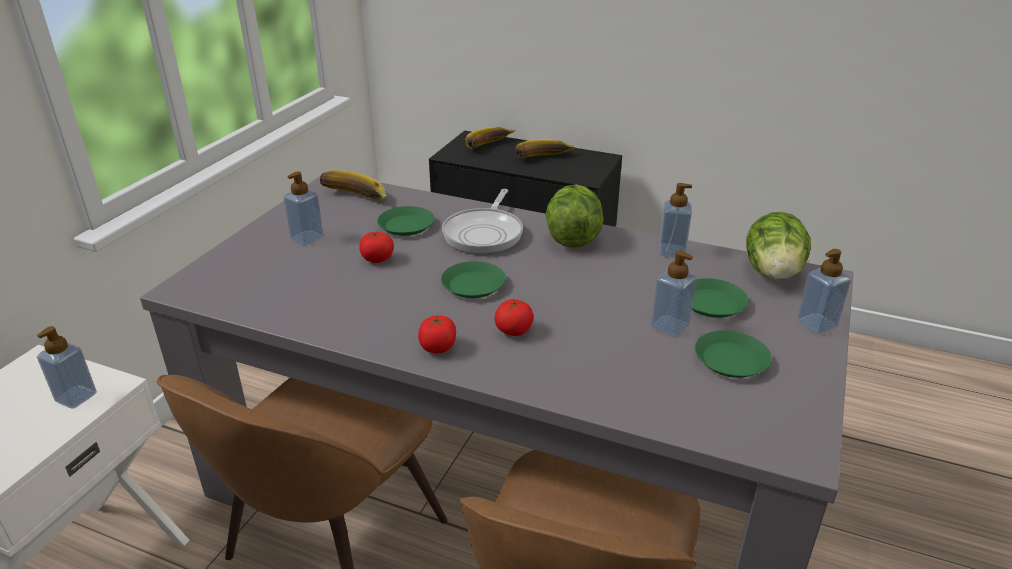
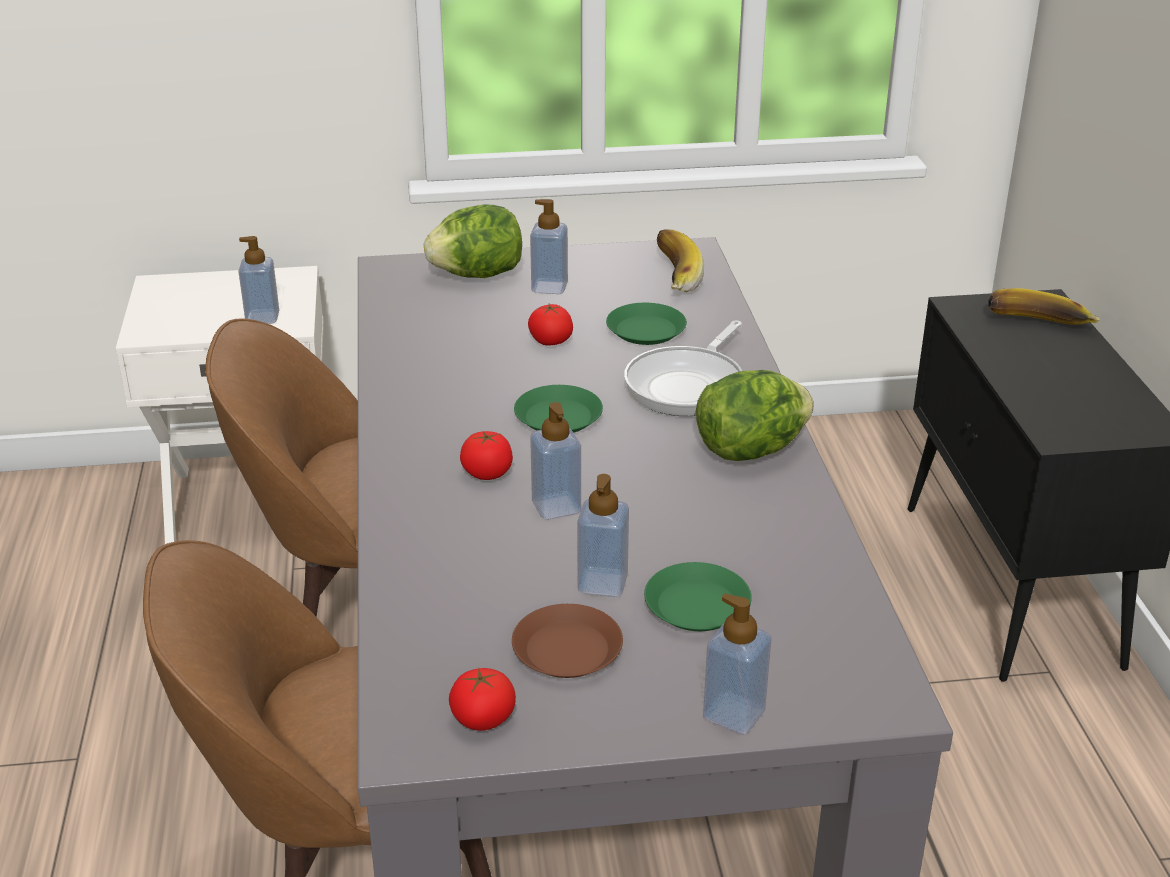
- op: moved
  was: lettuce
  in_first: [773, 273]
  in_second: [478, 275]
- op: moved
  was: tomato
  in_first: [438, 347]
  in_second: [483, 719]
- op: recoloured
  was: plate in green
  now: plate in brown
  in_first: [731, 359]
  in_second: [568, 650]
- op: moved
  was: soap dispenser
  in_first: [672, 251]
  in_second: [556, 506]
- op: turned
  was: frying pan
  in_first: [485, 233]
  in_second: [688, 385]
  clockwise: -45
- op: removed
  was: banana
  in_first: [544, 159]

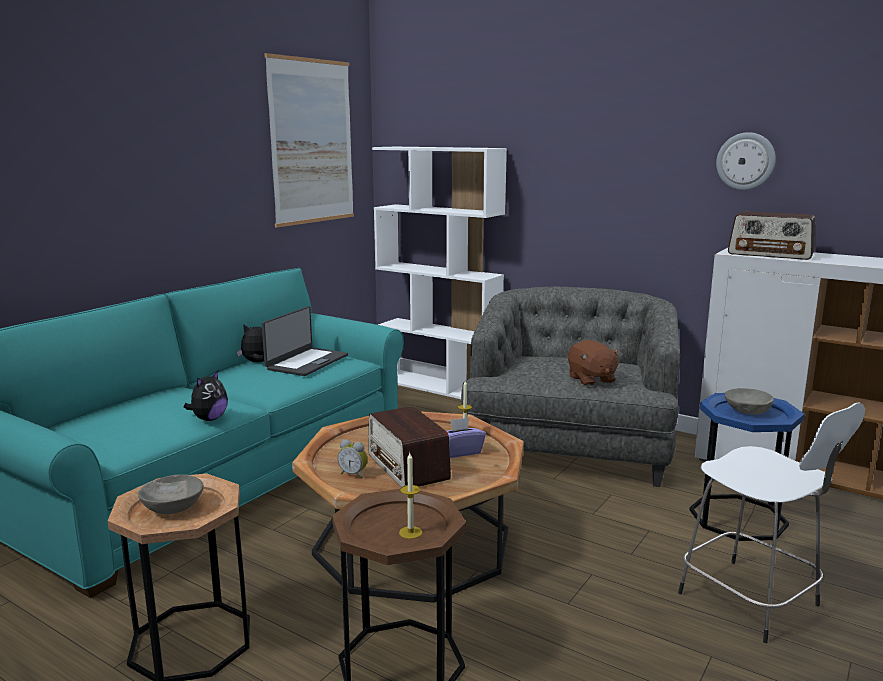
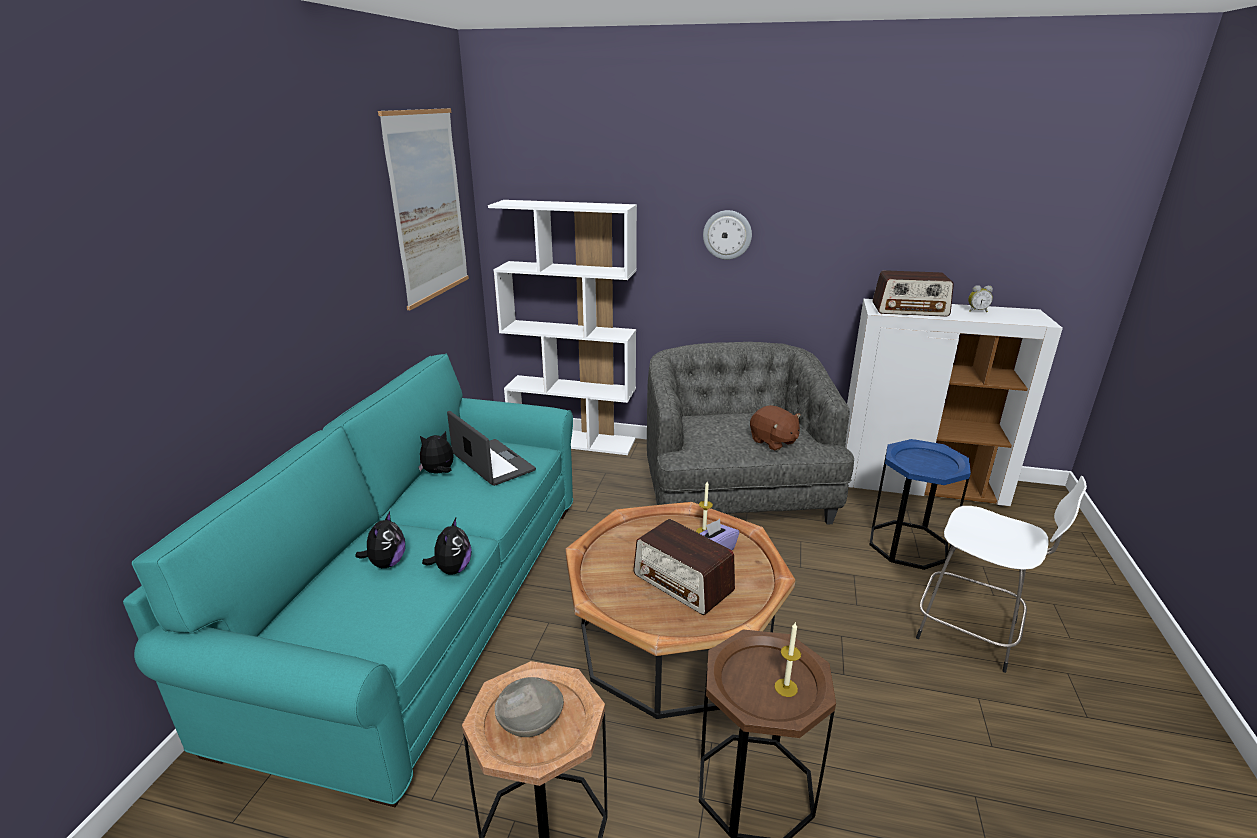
- op: added
  now: plush toy
  in_second: [386, 563]
- op: turned
  was: laptop
  in_first: [306, 362]
  in_second: [492, 463]
  clockwise: -45
- op: moved
  was: wall clock
  in_first: [745, 161]
  in_second: [727, 234]
- op: moved
  was: alarm clock
  in_first: [354, 474]
  in_second: [976, 311]
- op: removed
  was: bowl in grey
  in_first: [747, 411]

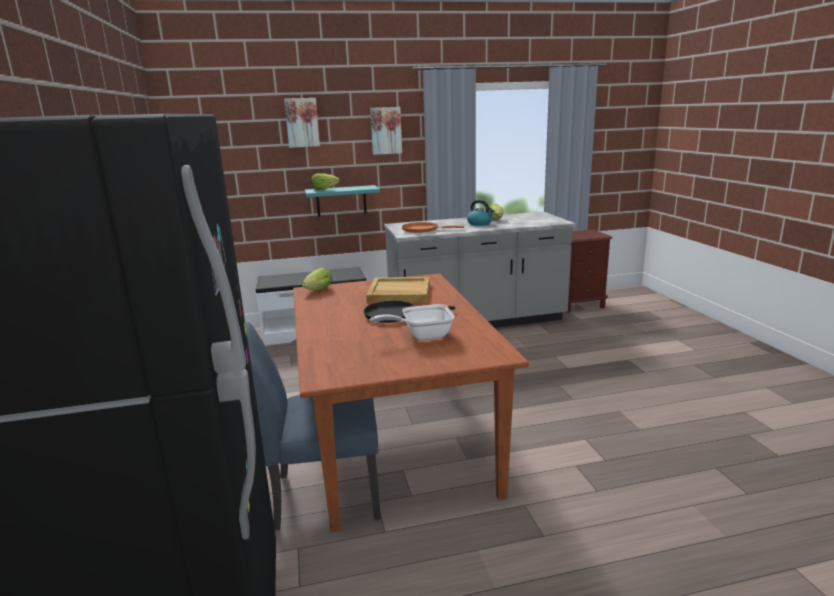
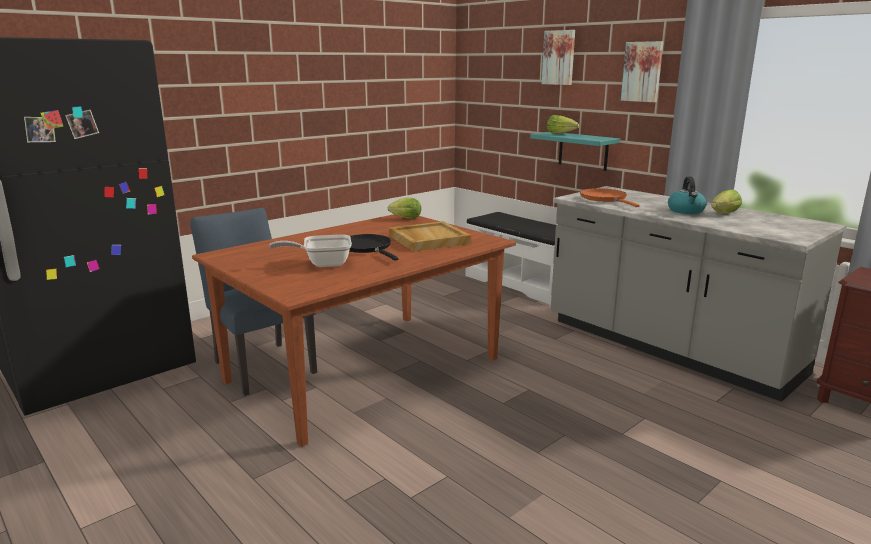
- op: turned
  was: frying pan
  in_first: [422, 335]
  in_second: [322, 264]
  clockwise: -60

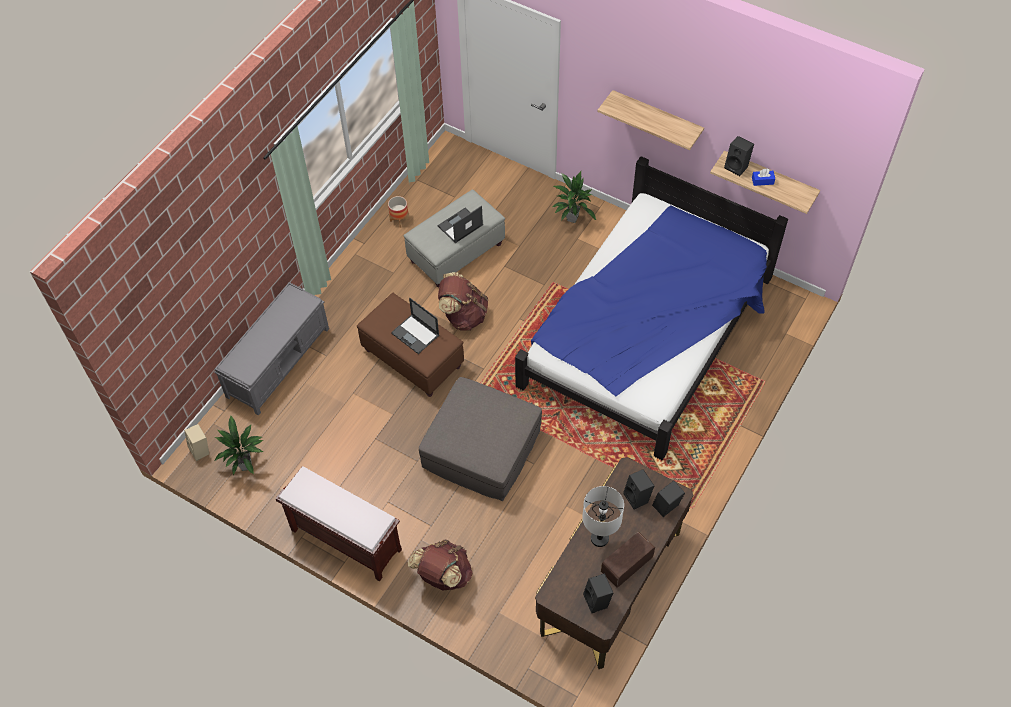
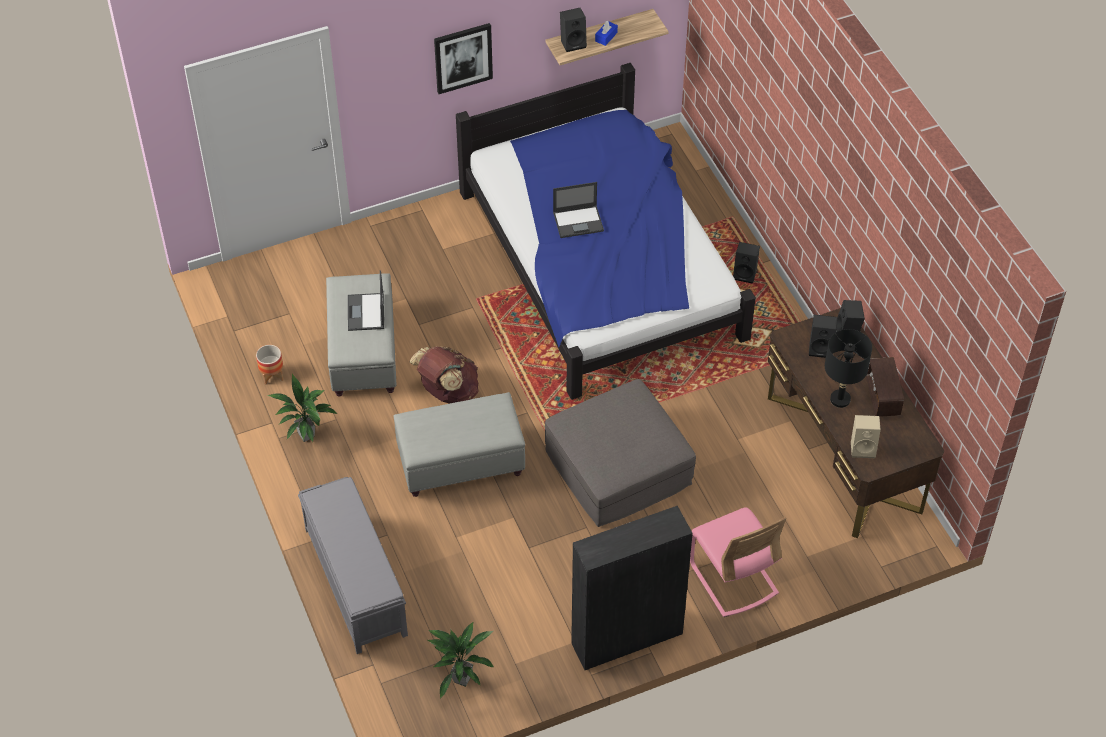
- op: moved
  was: potted plant
  in_first: [572, 219]
  in_second: [306, 436]
- op: recoloured
  was: ottoman in brown
  now: ottoman in grey
  in_first: [413, 359]
  in_second: [461, 462]
- op: replaced
  was: shelf
  now: picture
  in_first: [656, 117]
  in_second: [463, 57]
- op: moved
  was: laptop
  in_first: [416, 334]
  in_second: [579, 221]
- op: replaced
  was: bench in brown
  now: cabinet in black
  in_first: [345, 540]
  in_second: [626, 638]
- op: replaced
  was: backpack in brown
  now: chair in pink
  in_first: [443, 576]
  in_second: [733, 578]
- op: moved
  was: speaker in black
  in_first: [598, 601]
  in_second: [745, 274]
- op: recoloured
  was: table lamp in white
  now: table lamp in black
  in_first: [599, 538]
  in_second: [840, 399]
- op: moved
  was: speaker in beige
  in_first: [201, 450]
  in_second: [863, 448]

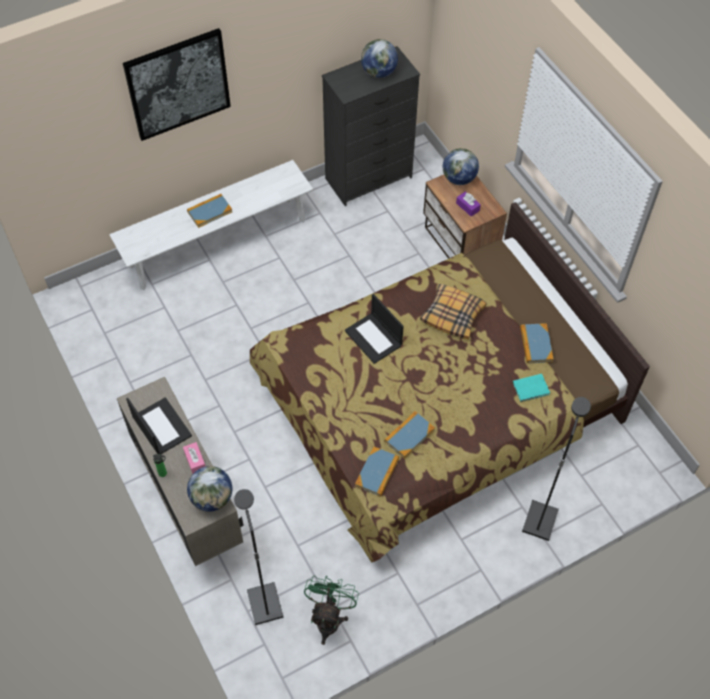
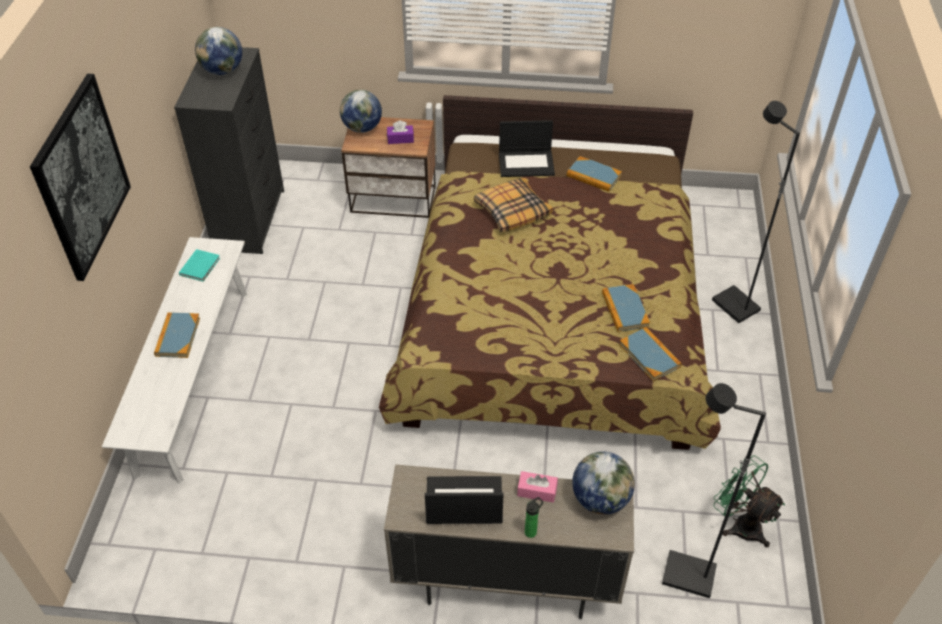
- op: moved
  was: book in turquoise
  in_first: [532, 389]
  in_second: [201, 266]
- op: moved
  was: laptop
  in_first: [374, 338]
  in_second: [527, 163]

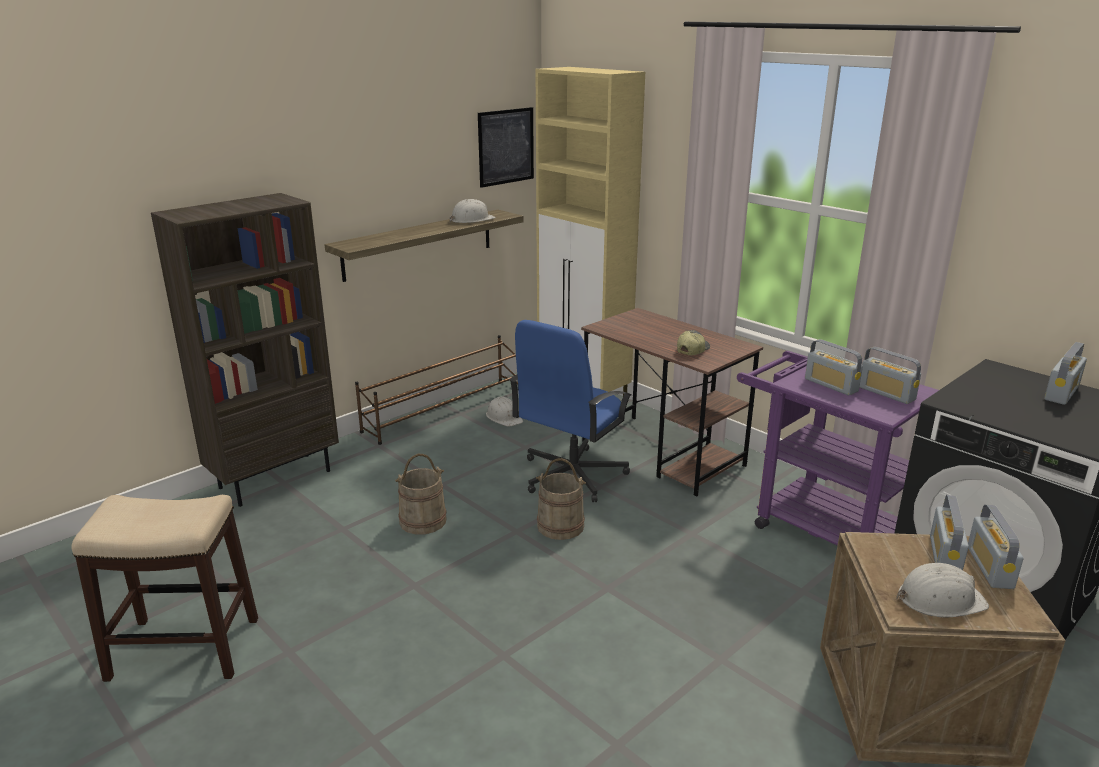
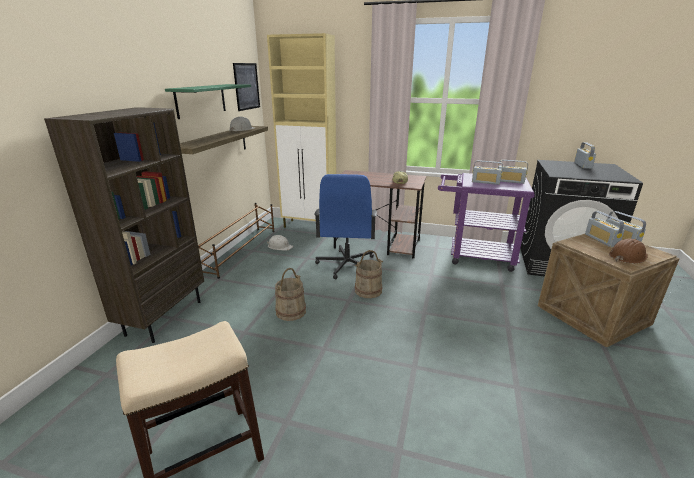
- op: added
  now: shelf in green
  in_second: [201, 100]
- op: recoloured
  was: hard hat in white
  now: hard hat in brown
  in_first: [939, 599]
  in_second: [627, 256]

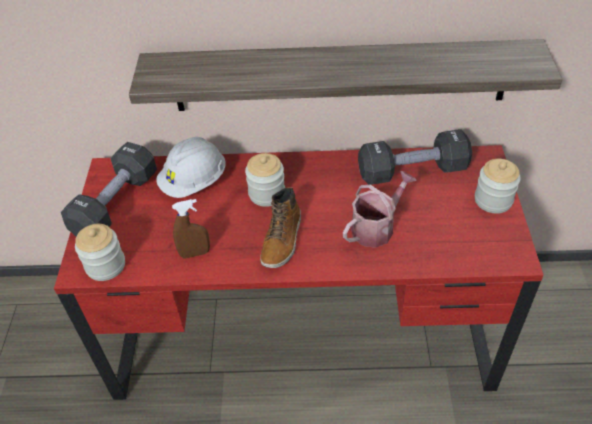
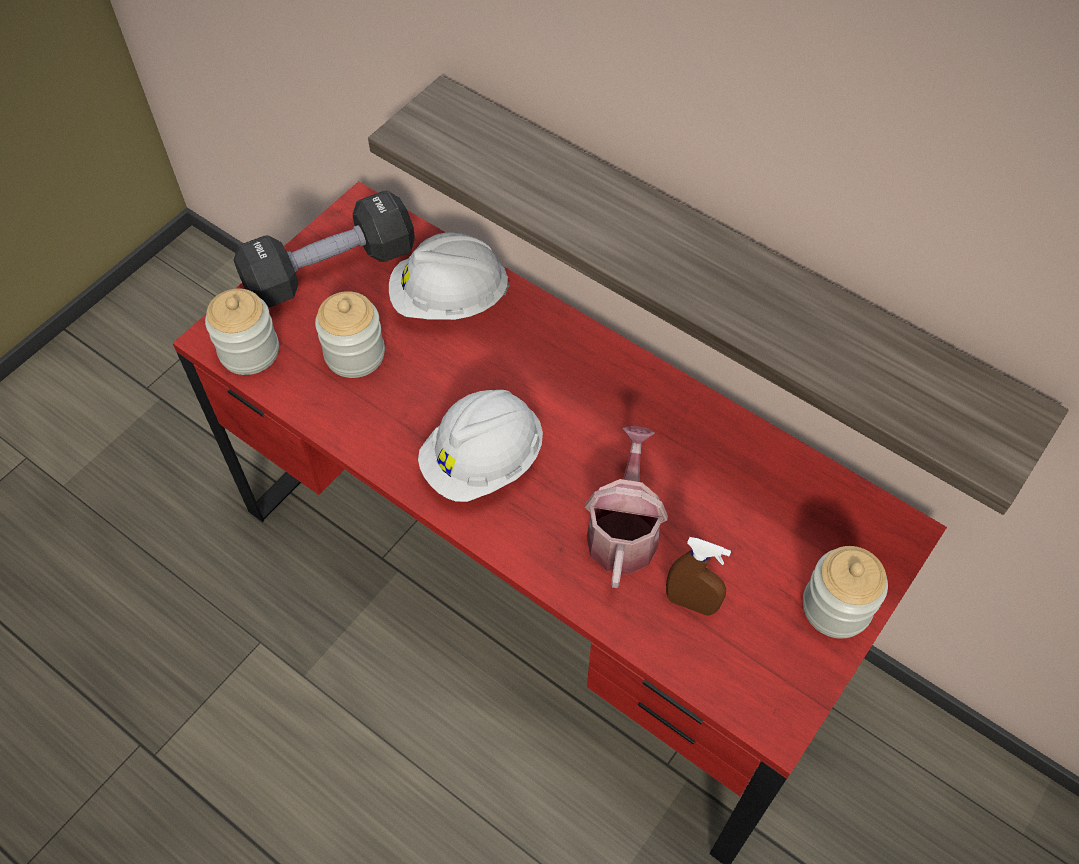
- op: moved
  was: jar
  in_first: [267, 194]
  in_second: [355, 354]
- op: replaced
  was: boot
  now: hard hat in white
  in_first: [282, 240]
  in_second: [483, 462]
- op: turned
  was: watering can
  in_first: [376, 227]
  in_second: [623, 531]
  clockwise: -75
- op: moved
  was: spray bottle in brown
  in_first: [195, 253]
  in_second: [691, 603]
- op: removed
  was: dumbbell in black
  in_first: [412, 171]

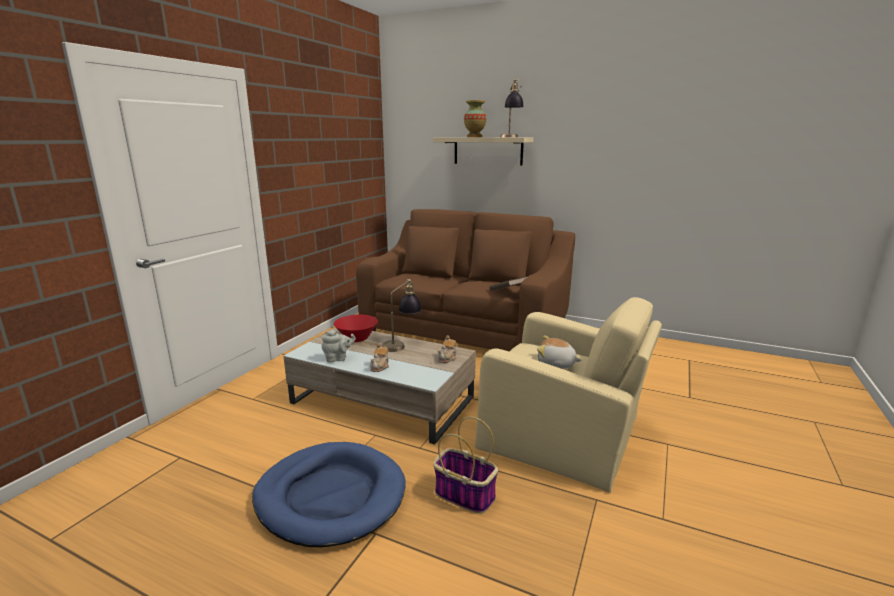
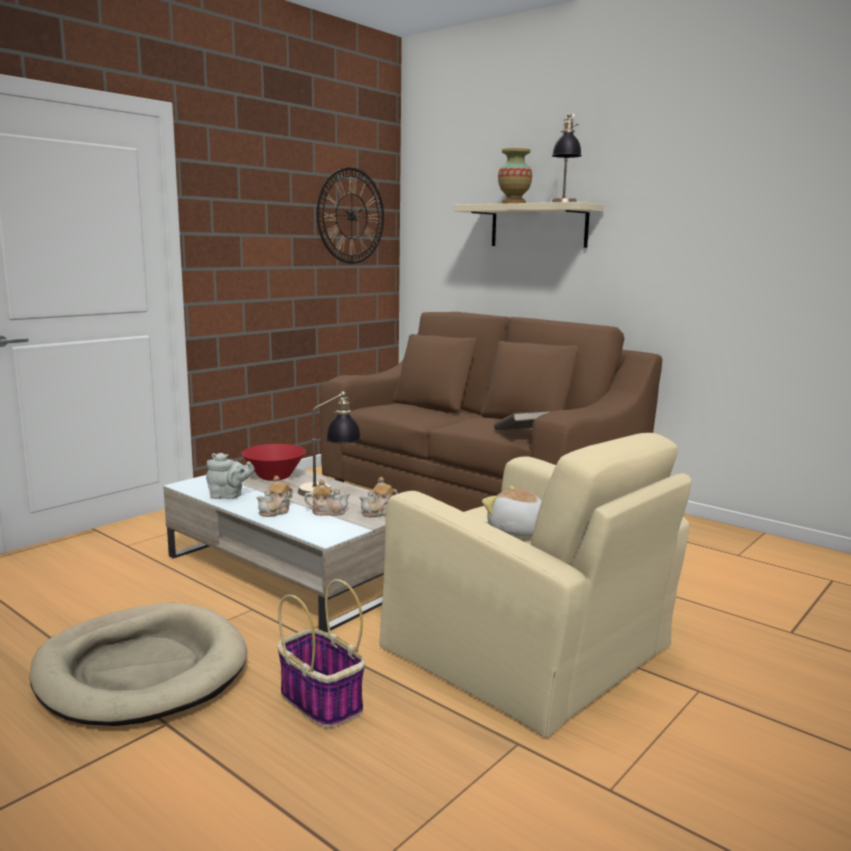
- op: recoloured
  was: dog bed in blue
  now: dog bed in beige
  in_first: [331, 496]
  in_second: [141, 670]
- op: added
  now: teapot
  in_second: [327, 512]
- op: added
  now: wall clock
  in_second: [351, 216]

